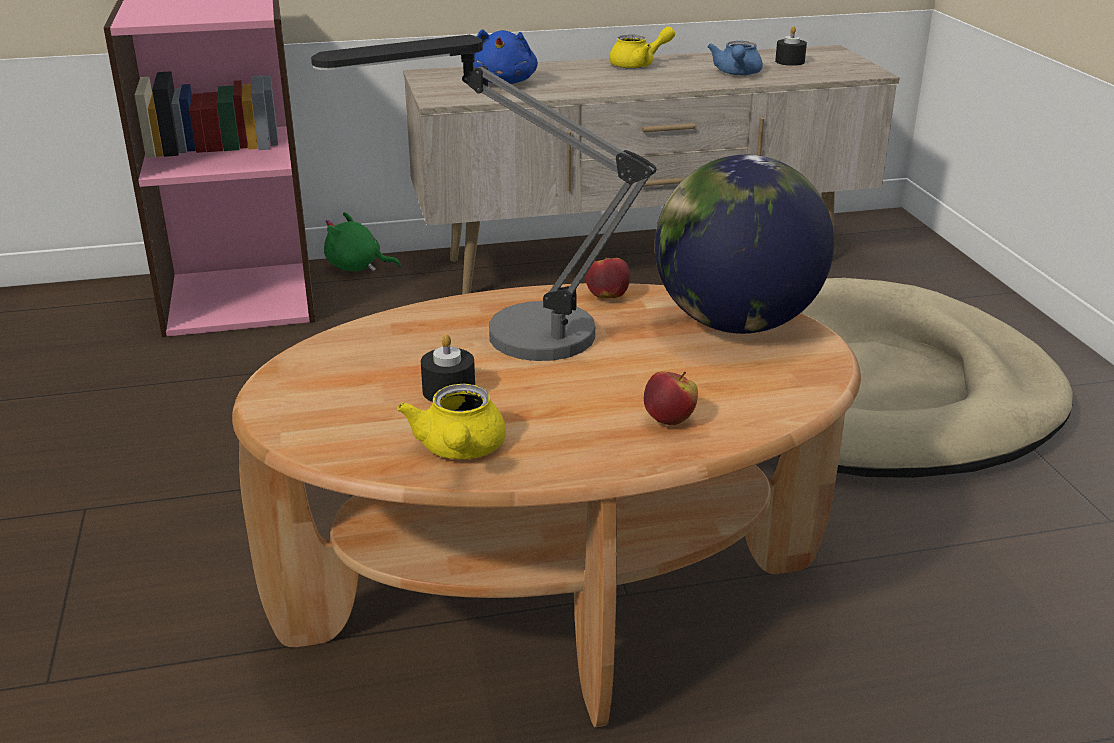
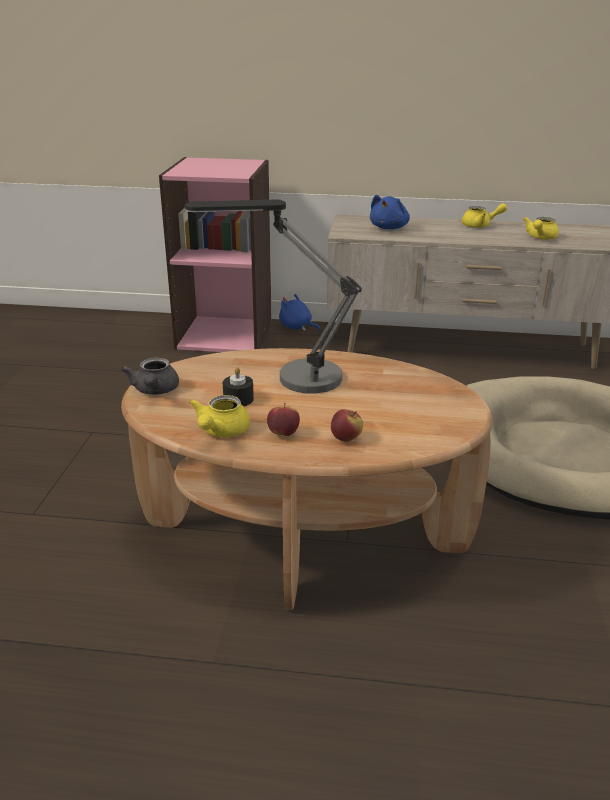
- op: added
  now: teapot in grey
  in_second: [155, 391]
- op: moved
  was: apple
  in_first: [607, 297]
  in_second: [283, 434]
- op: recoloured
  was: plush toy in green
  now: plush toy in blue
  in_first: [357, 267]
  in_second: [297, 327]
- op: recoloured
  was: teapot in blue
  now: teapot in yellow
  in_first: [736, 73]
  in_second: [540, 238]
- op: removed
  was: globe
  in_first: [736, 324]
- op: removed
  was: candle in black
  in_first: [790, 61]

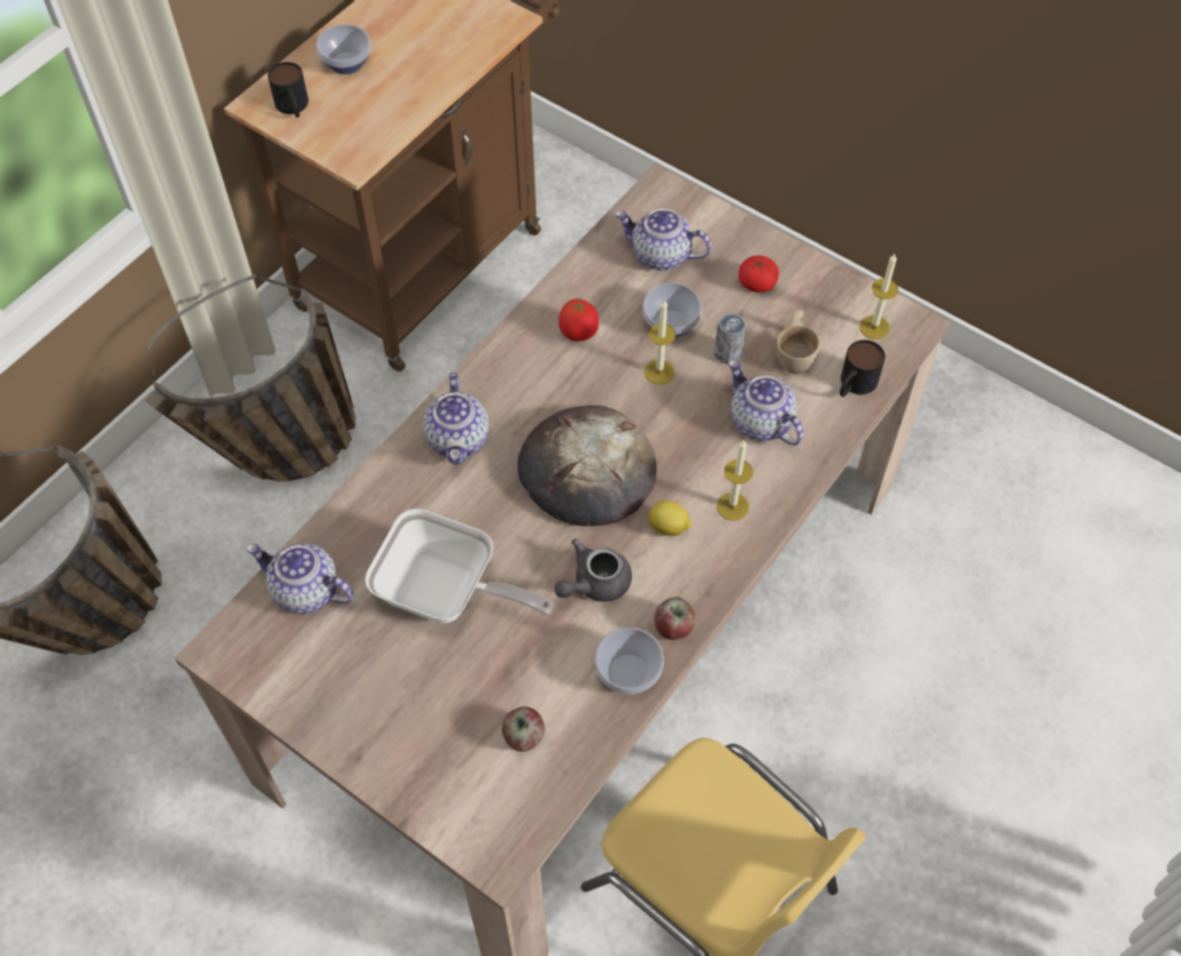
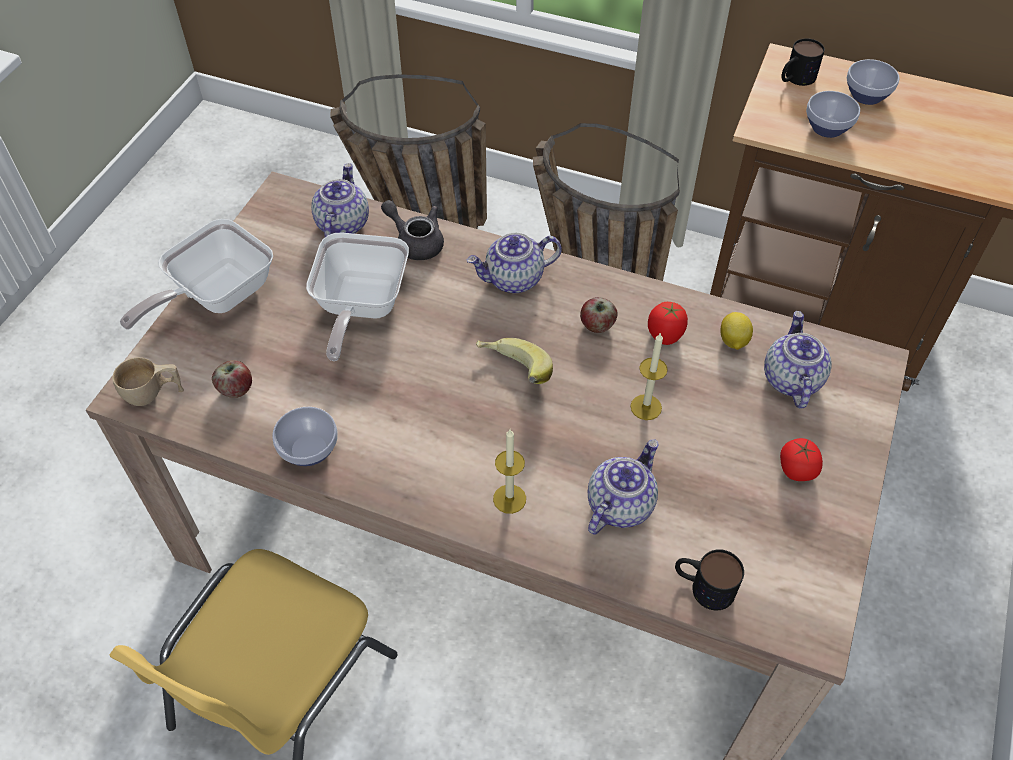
- op: moved
  was: cup in beige
  in_first: [796, 355]
  in_second: [153, 394]
- op: added
  now: frying pan
  in_second: [215, 296]
- op: moved
  was: teapot in grey
  in_first: [594, 583]
  in_second: [416, 242]
- op: replaced
  was: bread
  now: banana
  in_first: [586, 470]
  in_second: [512, 374]
- op: moved
  was: apple
  in_first: [674, 627]
  in_second: [597, 326]
- op: moved
  was: lemon
  in_first: [669, 527]
  in_second: [733, 341]
- op: moved
  was: bowl
  in_first: [672, 325]
  in_second: [827, 129]
- op: removed
  was: can
  in_first: [728, 354]
- op: removed
  was: candle
  in_first: [874, 327]

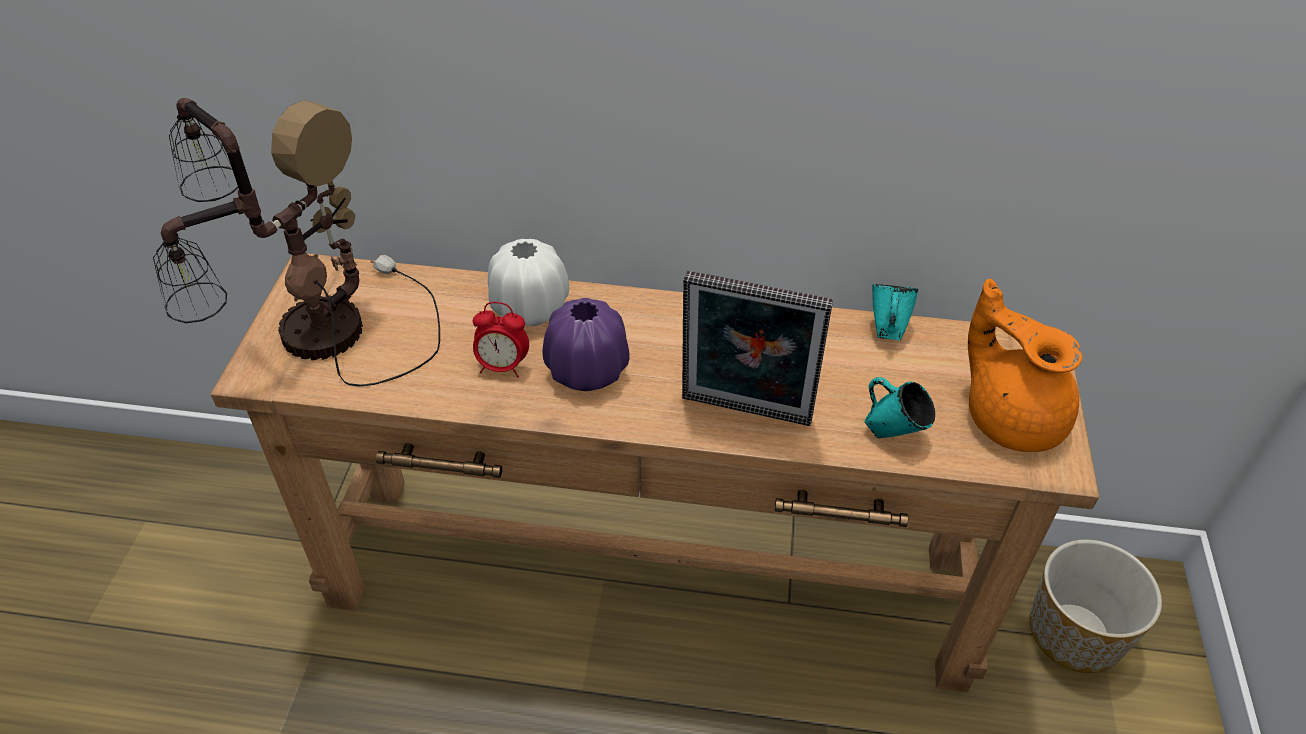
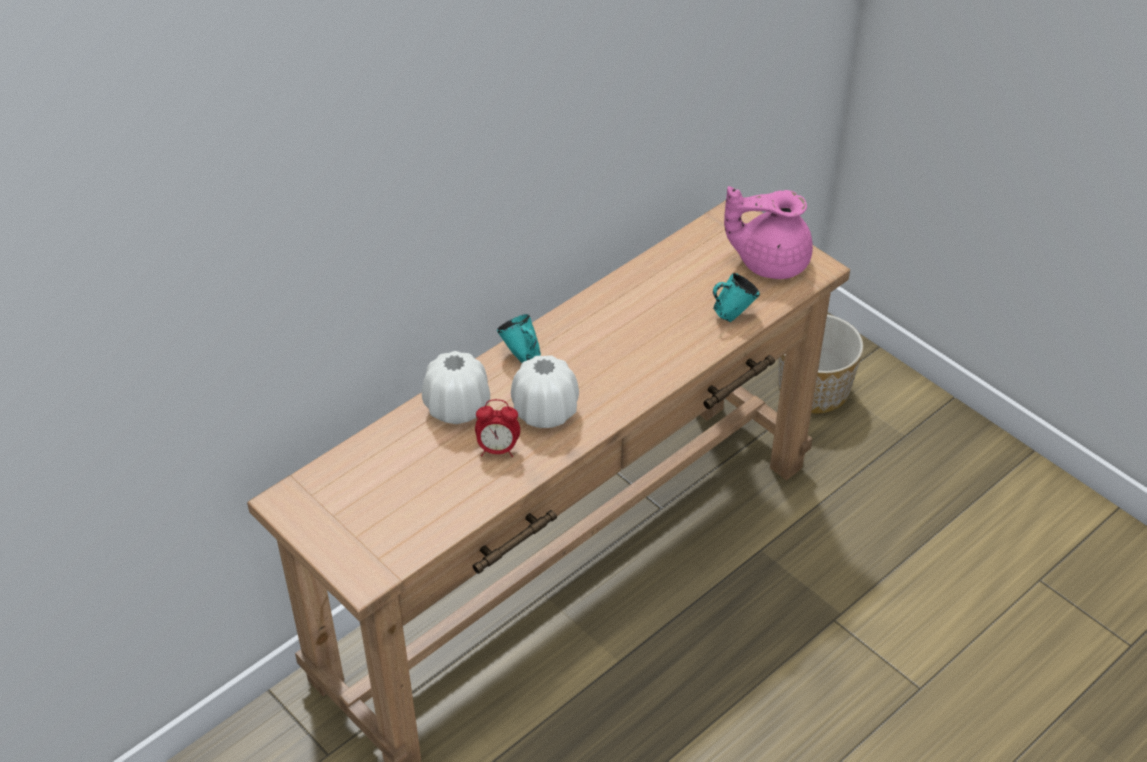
- op: turned
  was: alarm clock
  in_first: [502, 367]
  in_second: [498, 449]
  clockwise: 45
- op: moved
  was: mug in turquoise
  in_first: [886, 331]
  in_second: [521, 355]
- op: recoloured
  was: vase in purple
  now: vase in white
  in_first: [586, 370]
  in_second: [545, 412]
- op: recoloured
  was: teapot in orange
  now: teapot in pink
  in_first: [1011, 416]
  in_second: [769, 261]
- op: removed
  was: table lamp
  in_first: [316, 333]
- op: removed
  was: picture frame
  in_first: [744, 414]

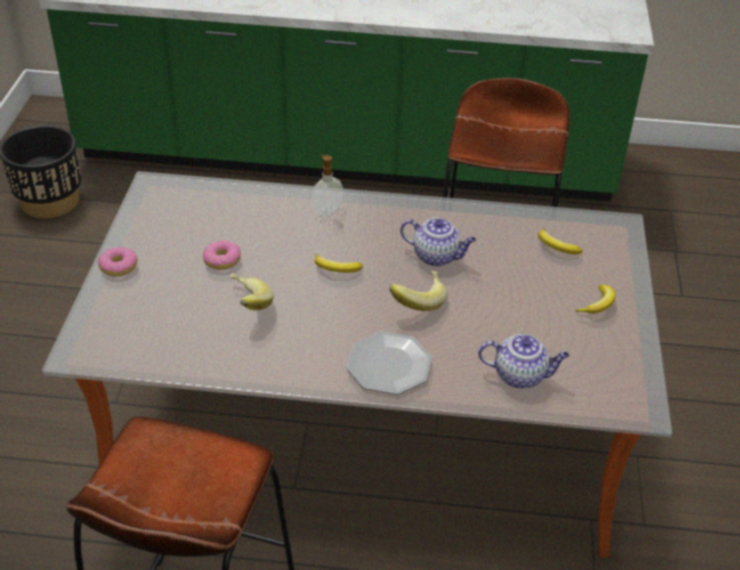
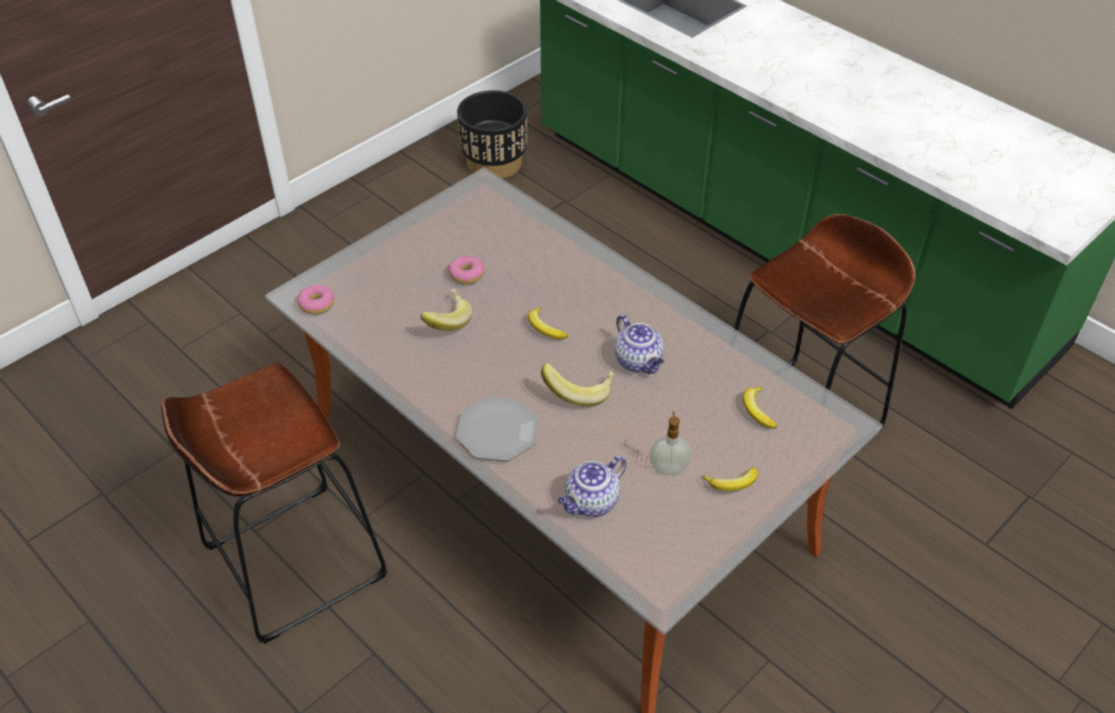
- op: moved
  was: donut
  in_first: [119, 267]
  in_second: [317, 304]
- op: turned
  was: teapot
  in_first: [521, 375]
  in_second: [591, 503]
  clockwise: 90
- op: moved
  was: soap dispenser
  in_first: [326, 210]
  in_second: [668, 468]

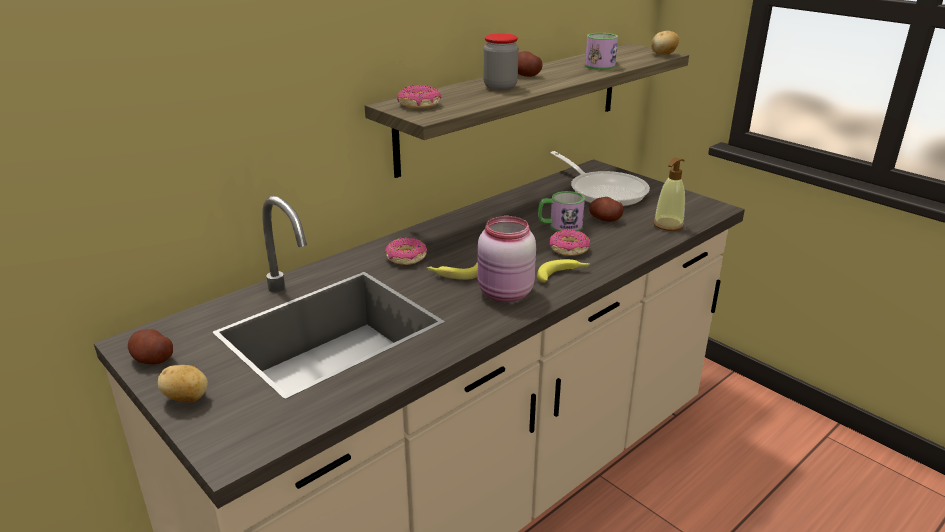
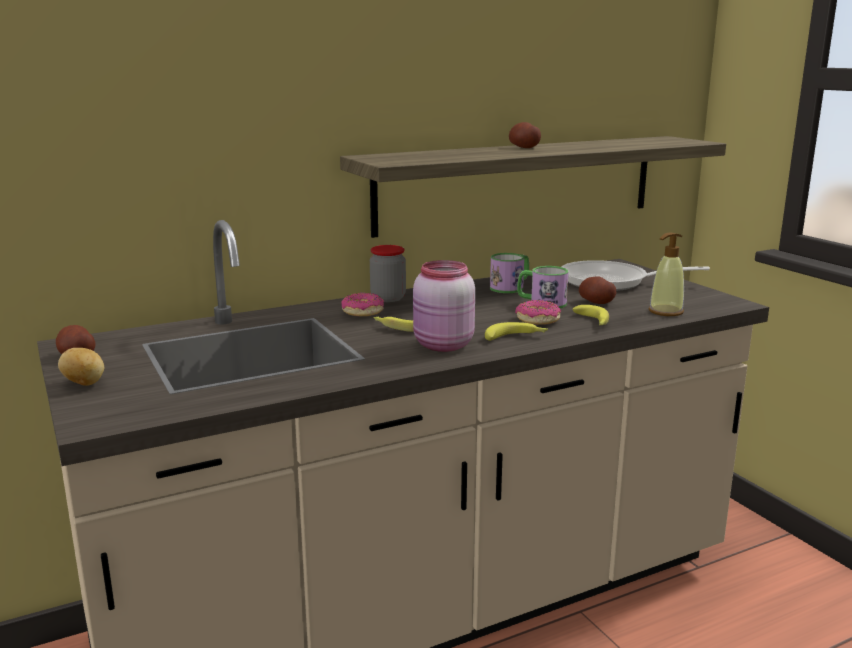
- op: moved
  was: jar
  in_first: [500, 87]
  in_second: [388, 298]
- op: moved
  was: mug
  in_first: [602, 65]
  in_second: [511, 287]
- op: turned
  was: frying pan
  in_first: [604, 191]
  in_second: [611, 282]
  clockwise: 120
- op: added
  now: banana
  in_second: [593, 322]
- op: removed
  was: donut
  in_first: [419, 105]
- op: removed
  was: potato
  in_first: [663, 54]

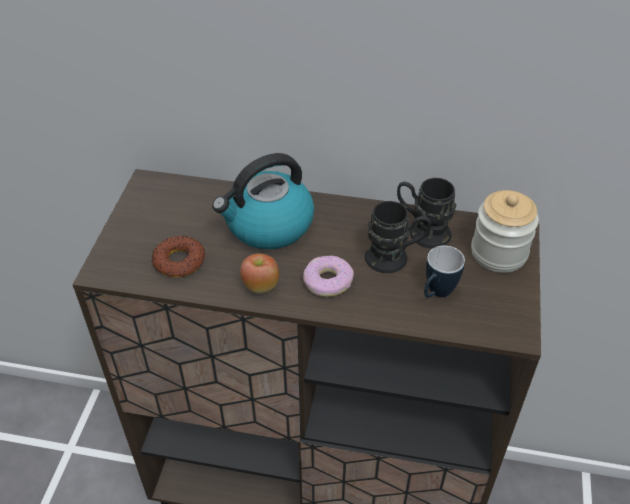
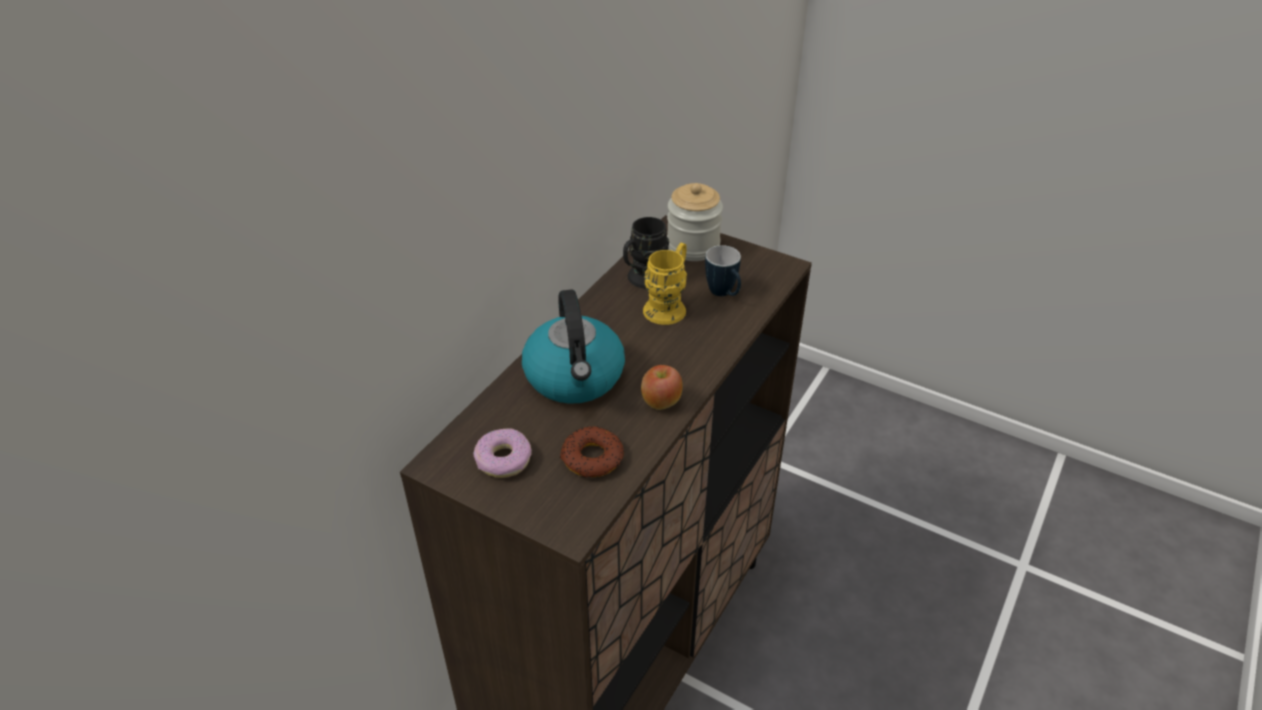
- op: moved
  was: donut
  in_first: [327, 281]
  in_second: [503, 460]
- op: recoloured
  was: mug in black
  now: mug in yellow
  in_first: [394, 258]
  in_second: [668, 306]

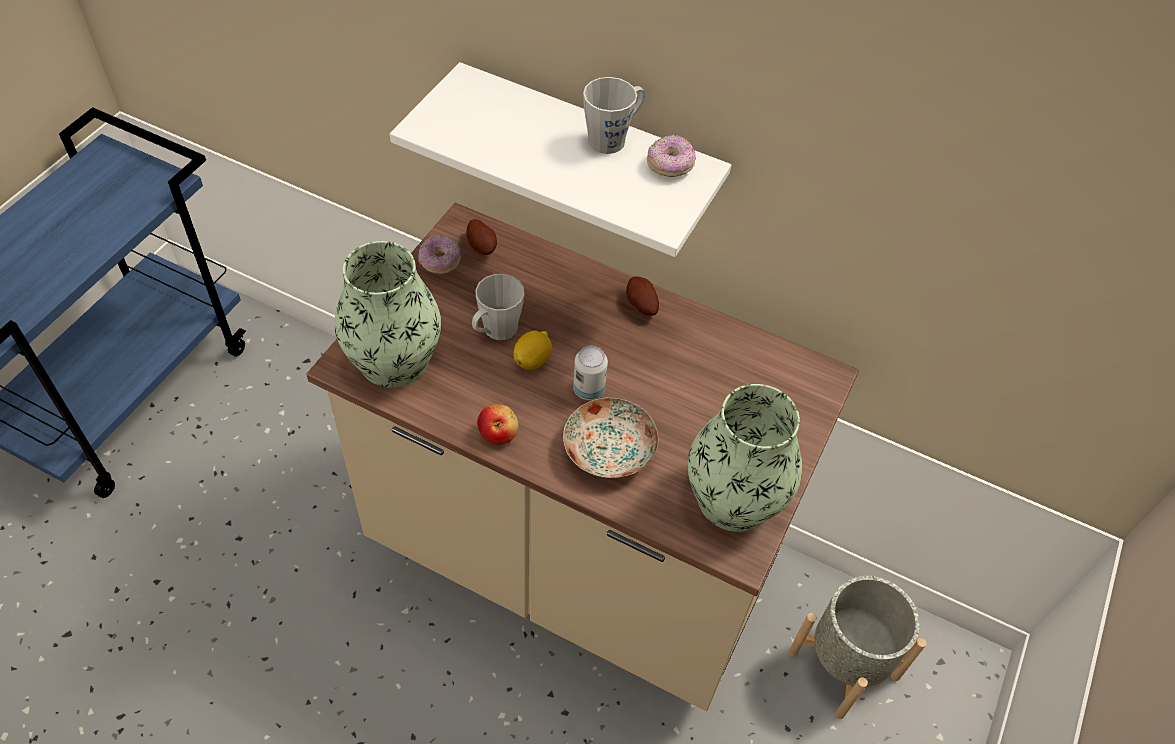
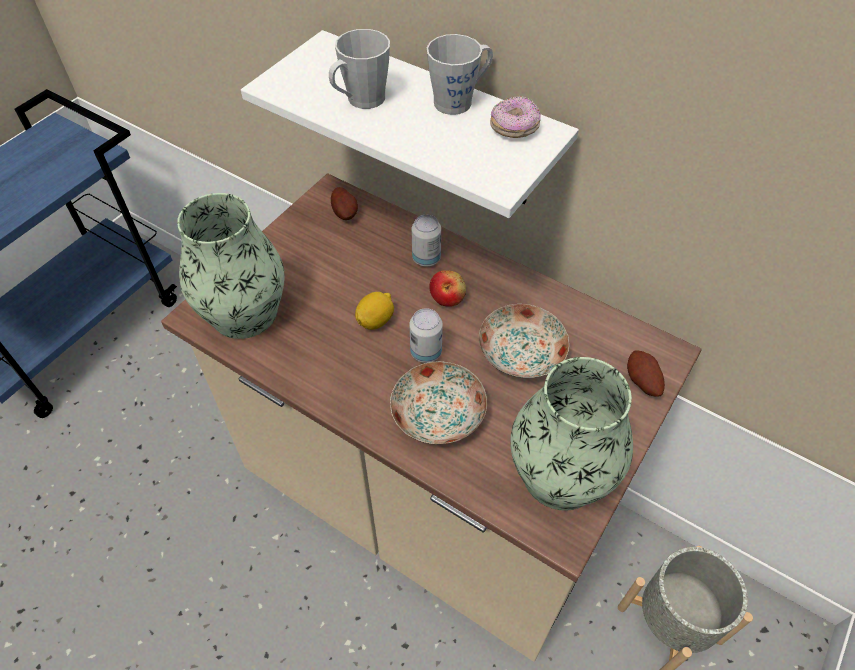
- op: moved
  was: mug in grey
  in_first: [496, 331]
  in_second: [360, 101]
- op: added
  now: can
  in_second: [426, 258]
- op: moved
  was: apple
  in_first: [498, 433]
  in_second: [447, 297]
- op: added
  now: plate
  in_second: [520, 352]
- op: moved
  was: potato
  in_first: [640, 305]
  in_second: [641, 382]
- op: removed
  was: donut
  in_first: [440, 261]

